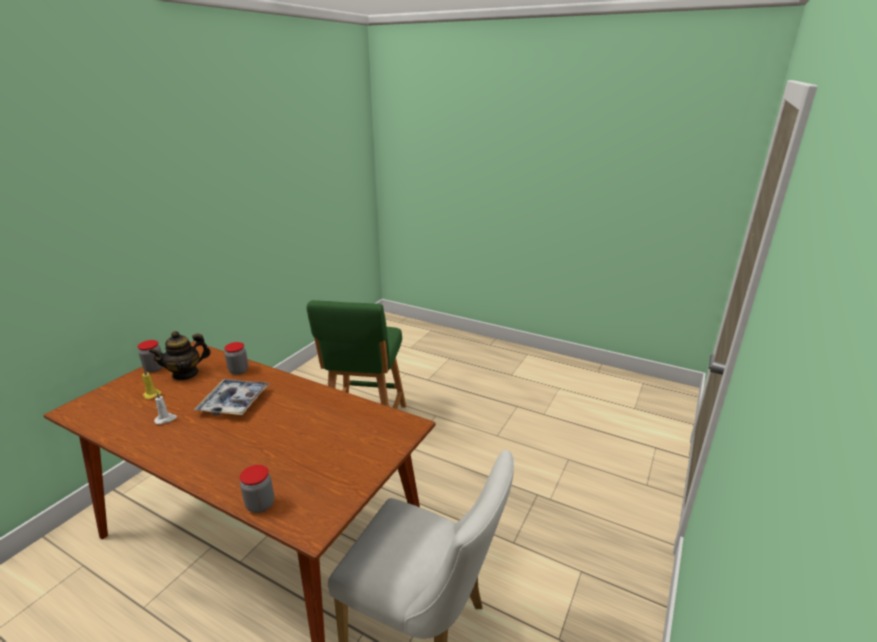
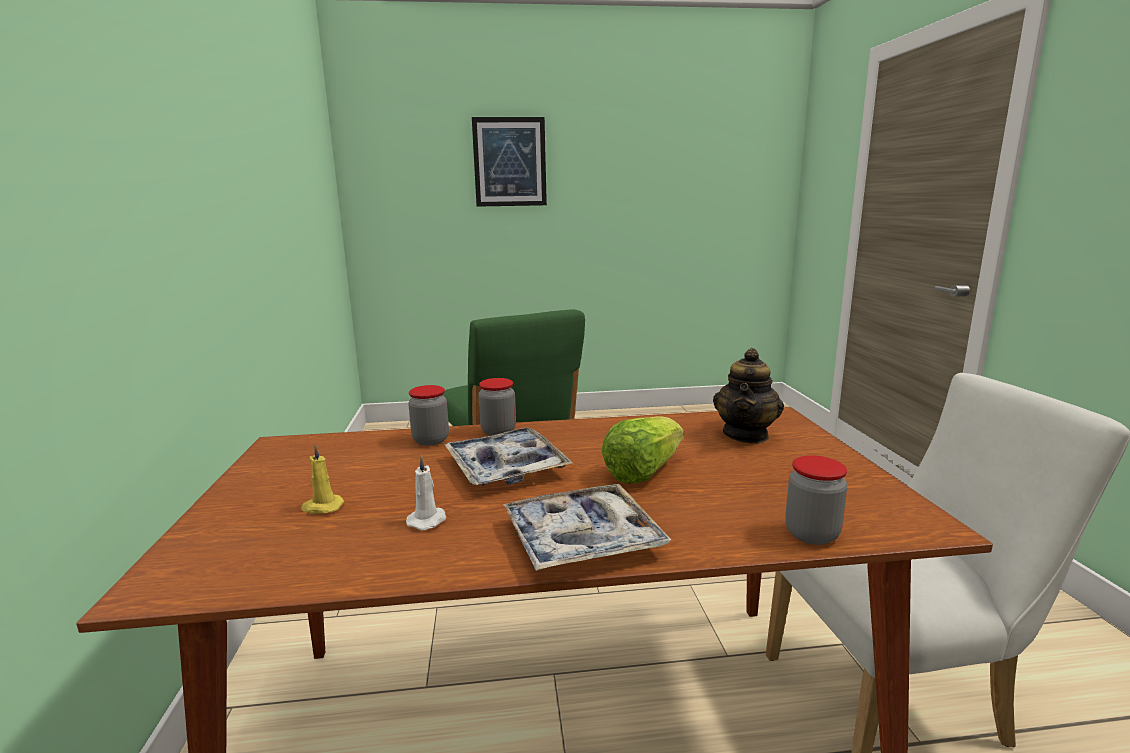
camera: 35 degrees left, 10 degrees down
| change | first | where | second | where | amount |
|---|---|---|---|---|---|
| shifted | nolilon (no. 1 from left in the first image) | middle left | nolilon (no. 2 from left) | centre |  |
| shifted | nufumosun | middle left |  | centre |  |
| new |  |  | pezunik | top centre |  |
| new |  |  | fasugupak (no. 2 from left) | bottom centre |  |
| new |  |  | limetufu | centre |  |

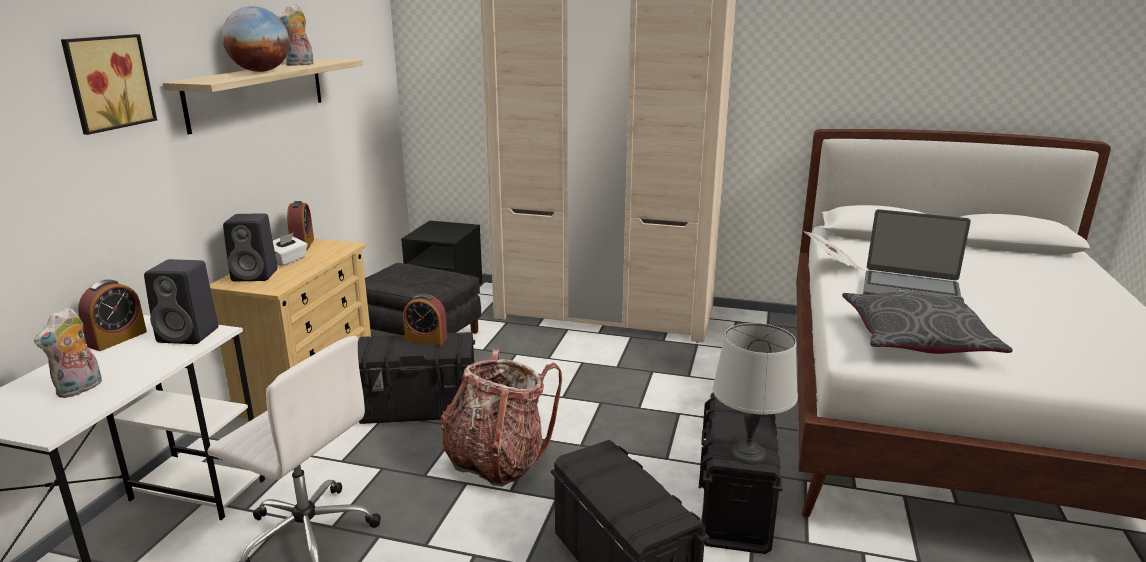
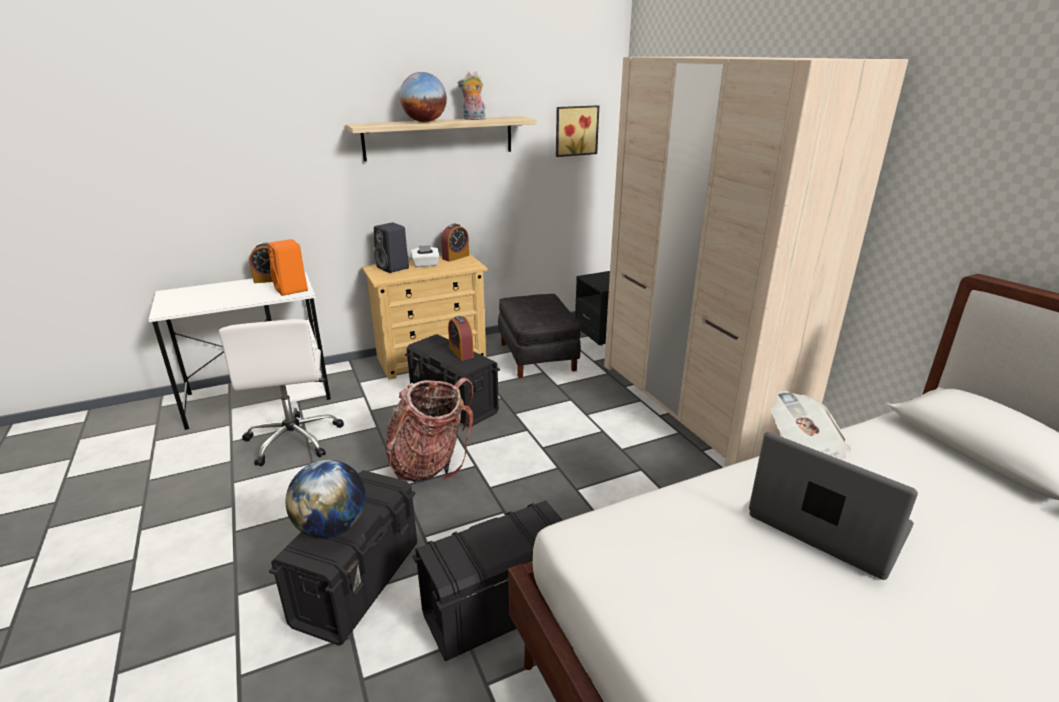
camera: 50 degrees right, 5 degrees up
| change | first | where | second | where | amount |
|---|---|---|---|---|---|
| gone | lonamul (no. 1 from left) | middle left |  |  |  |
| shifted | pezunik | top left |  | top centre |  |
| repainted | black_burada (no. 1 from left) | middle left | orange_burada | middle left |  |
| gone | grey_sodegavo | bottom centre |  |  |  |
| gone | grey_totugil | middle right |  |  |  |
| rotated | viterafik | middle right |  | bottom right | 150 degrees clockwise |
| new |  |  | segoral (no. 1 from left) | bottom left |  |

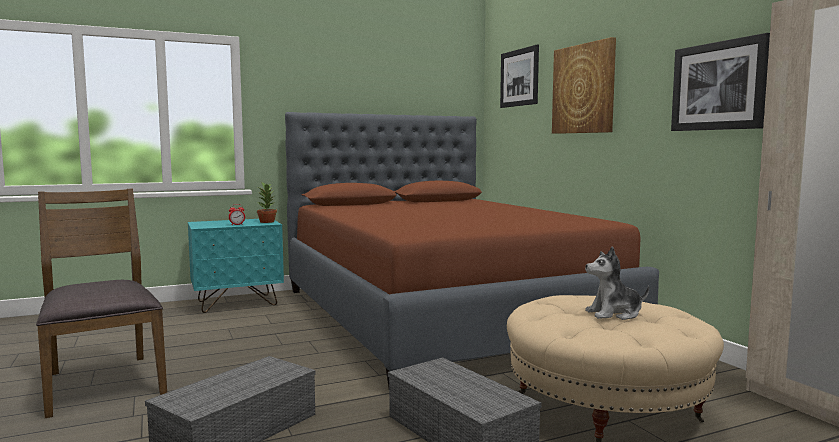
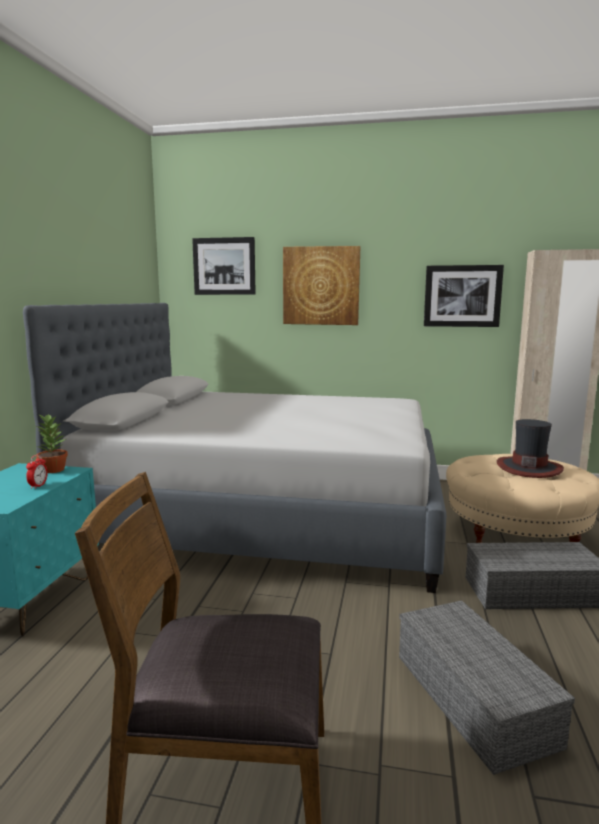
camera: 55 degrees left, 5 degrees up
| change | first | where | second | where | amount |
|---|---|---|---|---|---|
| repainted | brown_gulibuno | centre | grey_gulibuno | centre |  |
| swapped | lonamul | middle right | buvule | middle right |  |

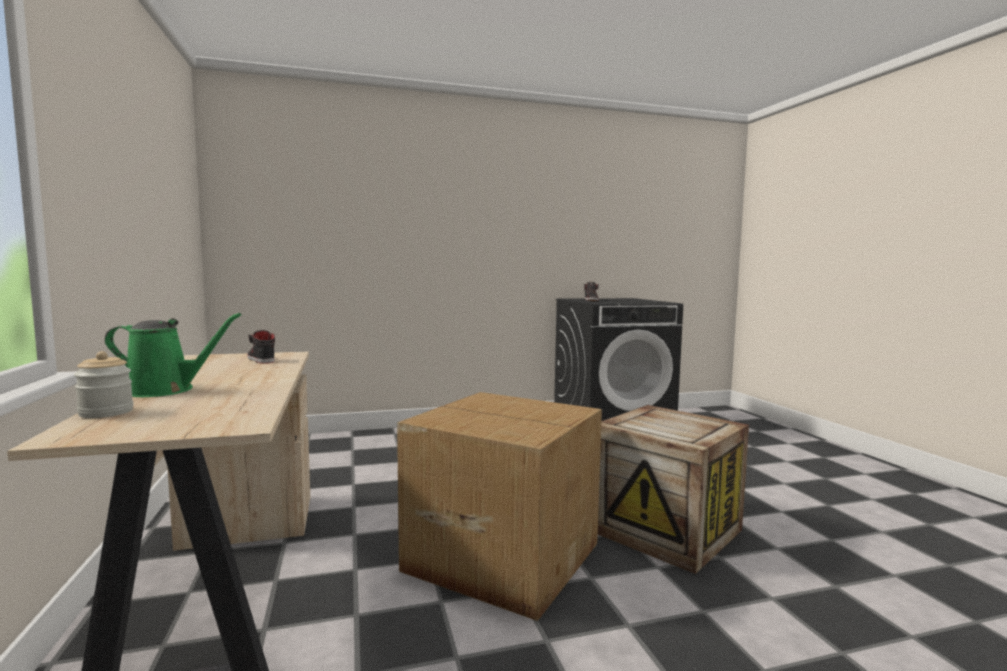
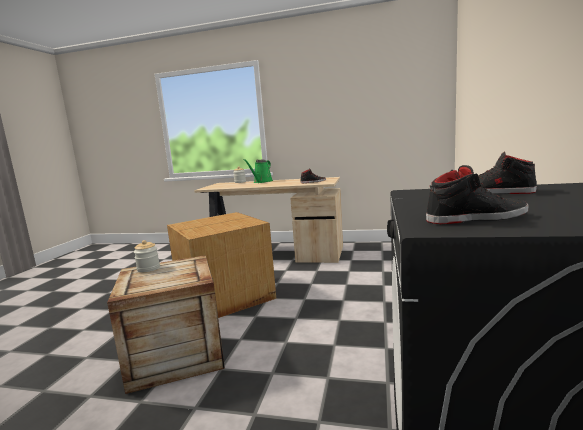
camera: 120 degrees right, 5 degrees up
| change | first | where | second | where | amount |
|---|---|---|---|---|---|
| new |  |  | nolilon (no. 1 from left) | middle left |  |
| new |  |  | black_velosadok (no. 2 from left) | middle right |  |

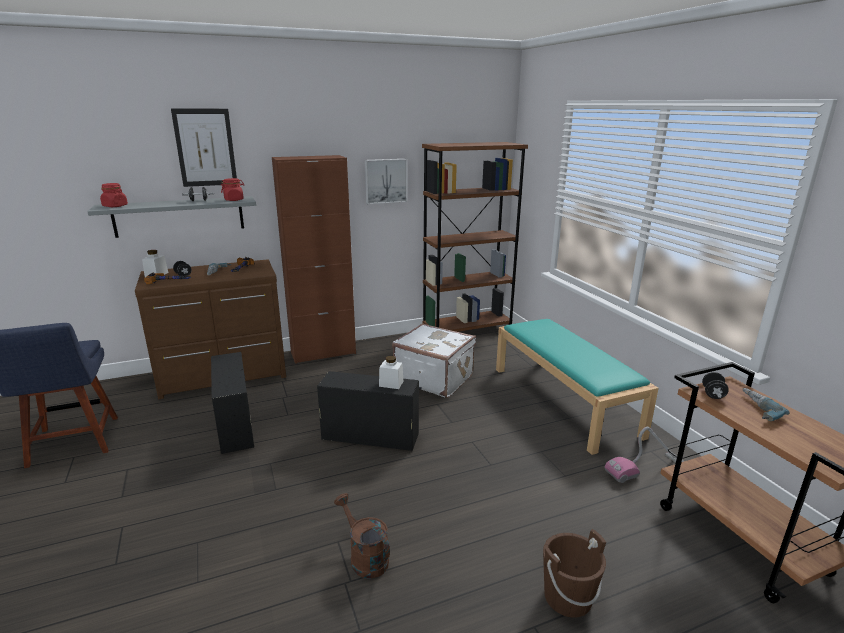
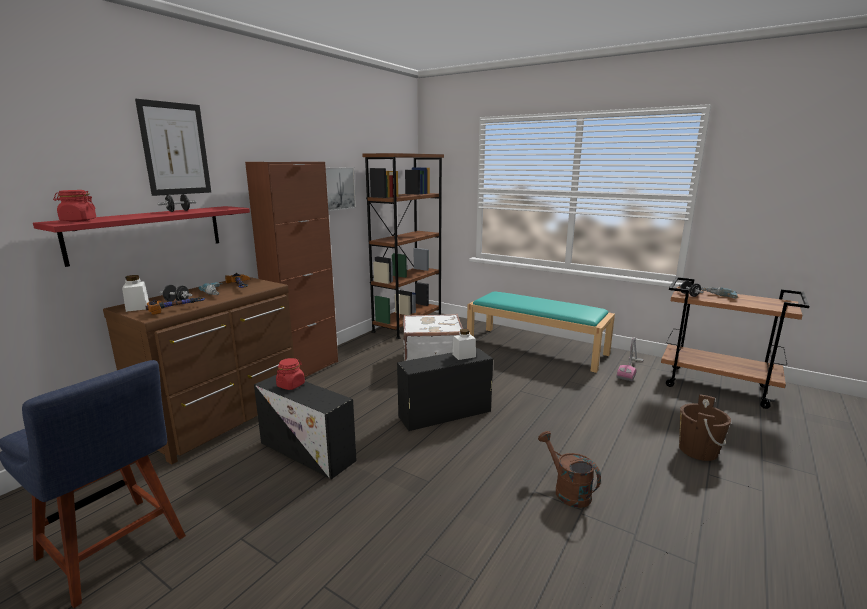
camera: 35 degrees left, 5 degrees down
| change | first | where | second | where | amount |
|---|---|---|---|---|---|
| repainted | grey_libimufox | middle left | red_libimufox | middle left |  |
| shifted | red_nolilon (no. 2 from left) | top left |  | centre |  |
| rotated | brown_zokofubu | bottom centre |  | bottom centre | 45 degrees clockwise |

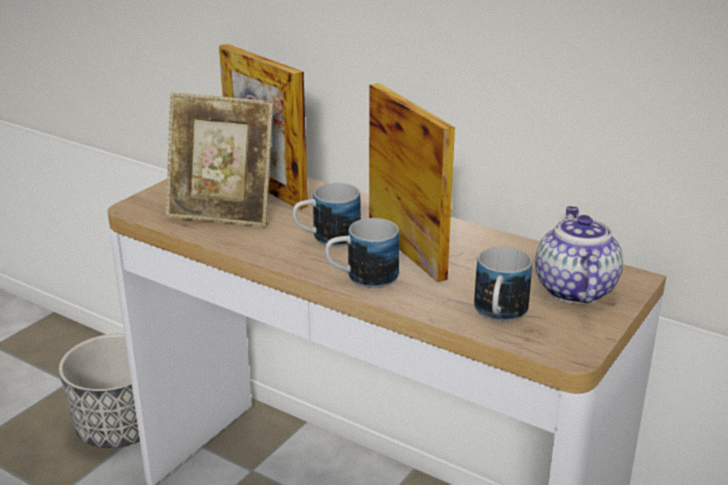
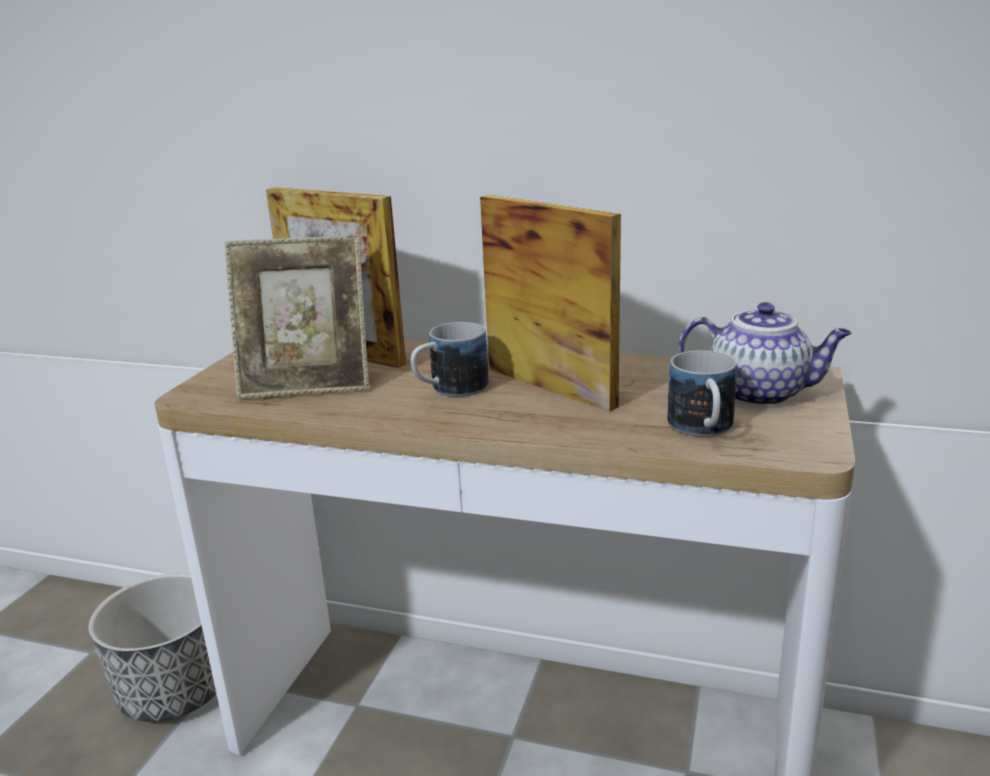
camera: 15 degrees left, 5 degrees down
| change | first | where | second | where | amount |
|---|---|---|---|---|---|
| gone | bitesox (no. 2 from left) | centre |  |  |  |
| rotated | nufumosun | middle right |  | middle right | 120 degrees clockwise |

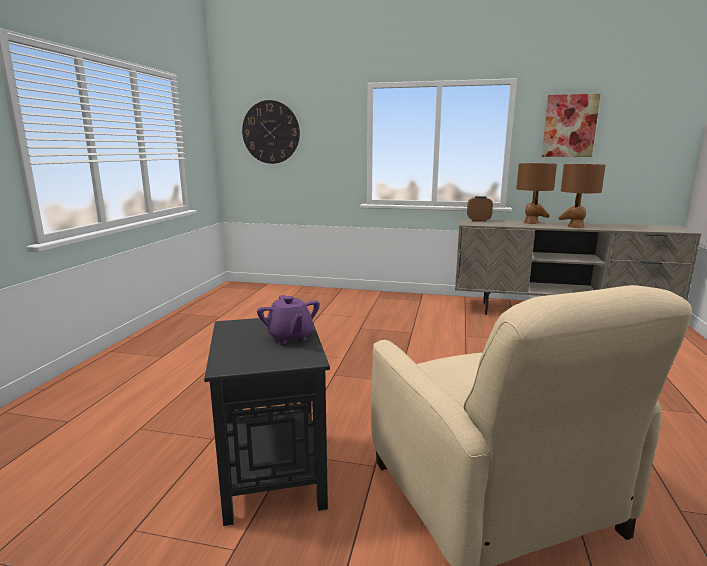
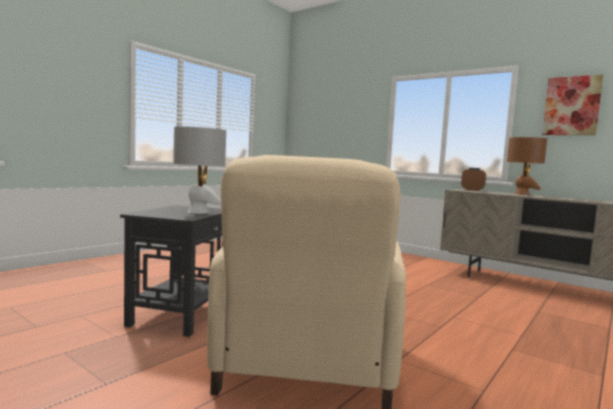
camera: 25 degrees right, 10 degrees down
| change | first | where | second | where | amount |
|---|---|---|---|---|---|
| gone | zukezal | top centre |  |  |  |
| swapped | purple_nufumosun | centre | grey_sodegavo | middle left |  |
| gone | brown_sodegavo (no. 2 from left) | middle right |  |  |  |

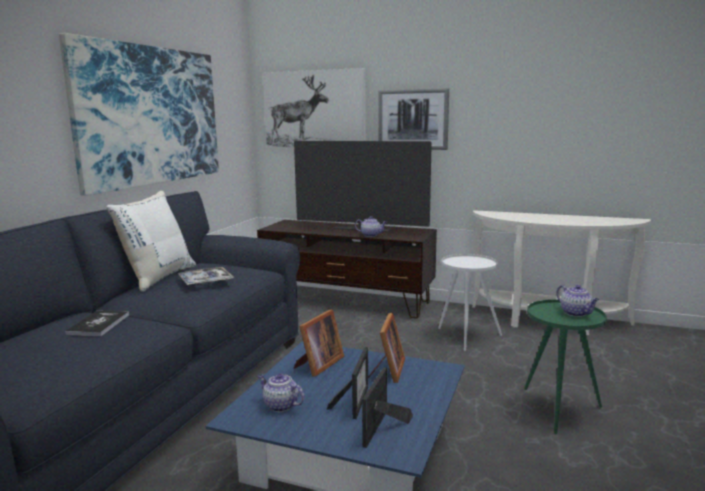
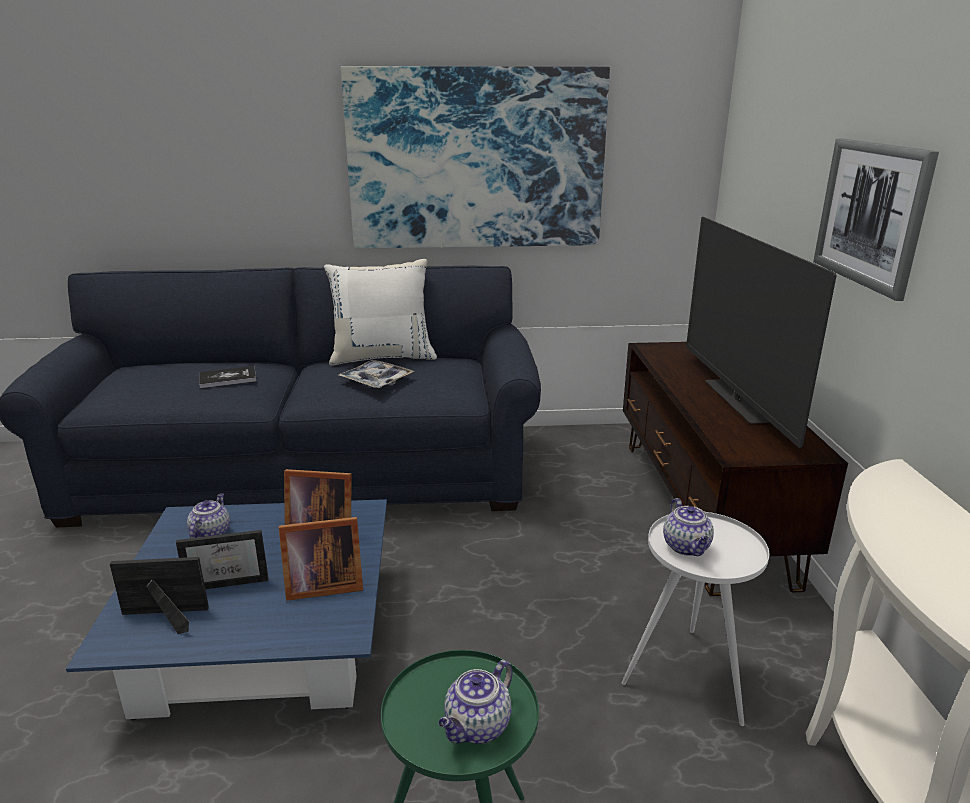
camera: 65 degrees right, 10 degrees up
| change | first | where | second | where | amount |
|---|---|---|---|---|---|
| gone | pezunik (no. 2 from left) | top centre |  |  |  |
| shifted | nufumosun (no. 2 from left in the first image) | centre | nufumosun (no. 3 from left) | middle right |  |

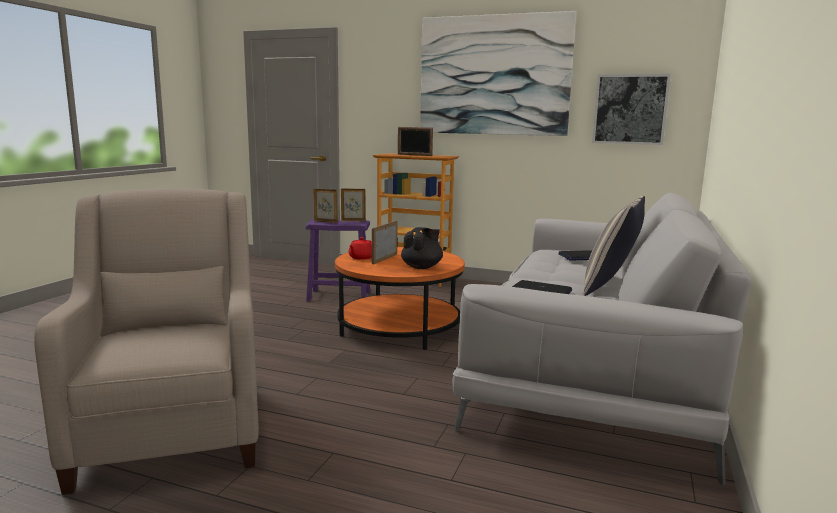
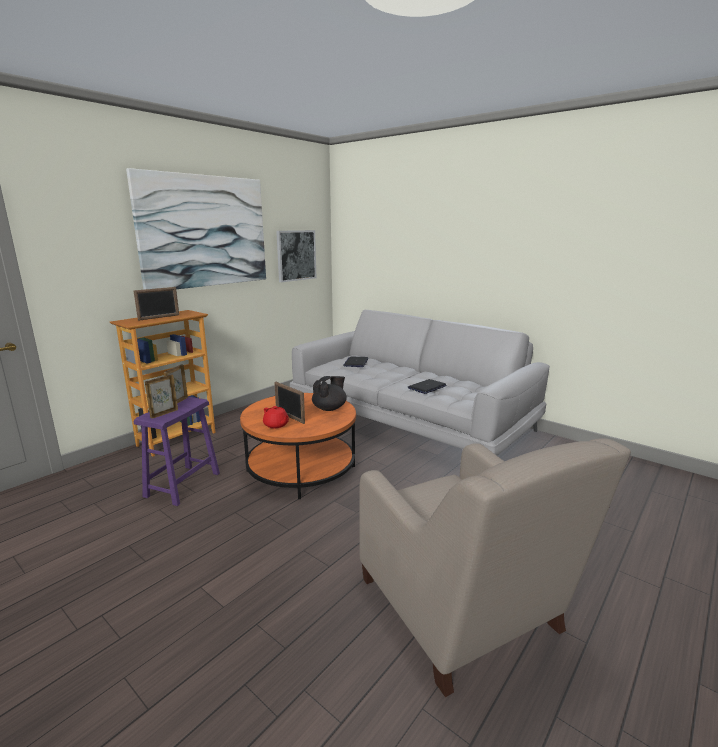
camera: 70 degrees left, 5 degrees up
| change | first | where | second | where | amount |
|---|---|---|---|---|---|
| rotated | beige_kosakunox | bottom left |  | bottom right | 120 degrees counterclockwise |
| rotated | black_nufumosun | centre |  | centre | 75 degrees clockwise |
| gone | totugil | middle right |  |  |  |

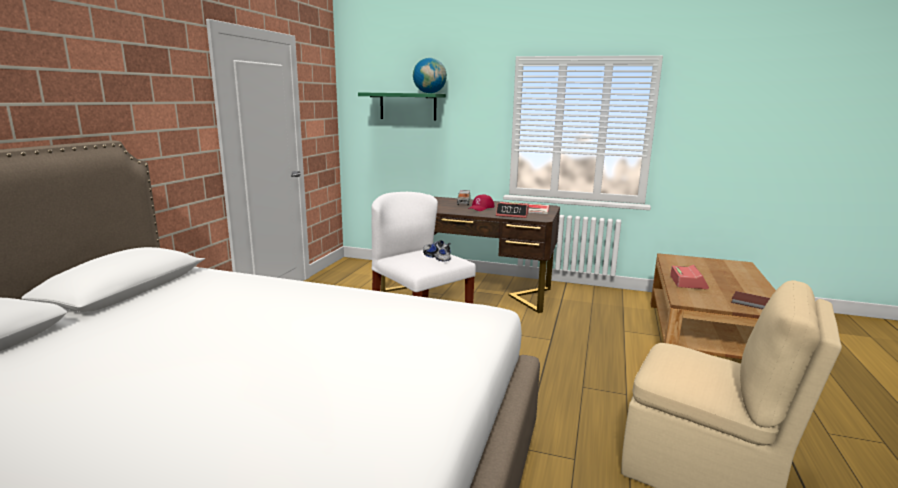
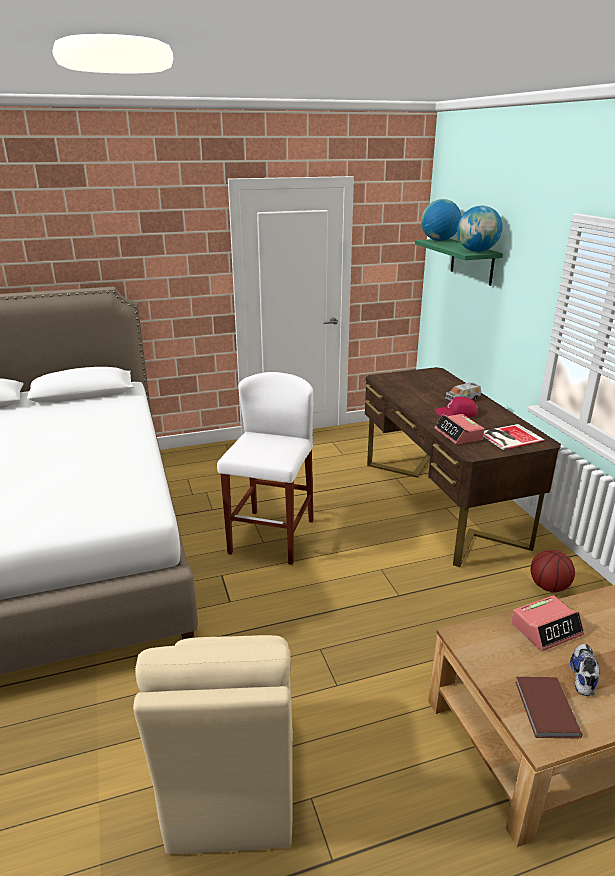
camera: 55 degrees right, 10 degrees up
| change | first | where | second | where | amount |
|---|---|---|---|---|---|
| shifted | velosadok | centre |  | bottom right |  |
| new |  |  | segoral (no. 1 from left) | top right |  |
| new |  |  | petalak | middle right |  |

